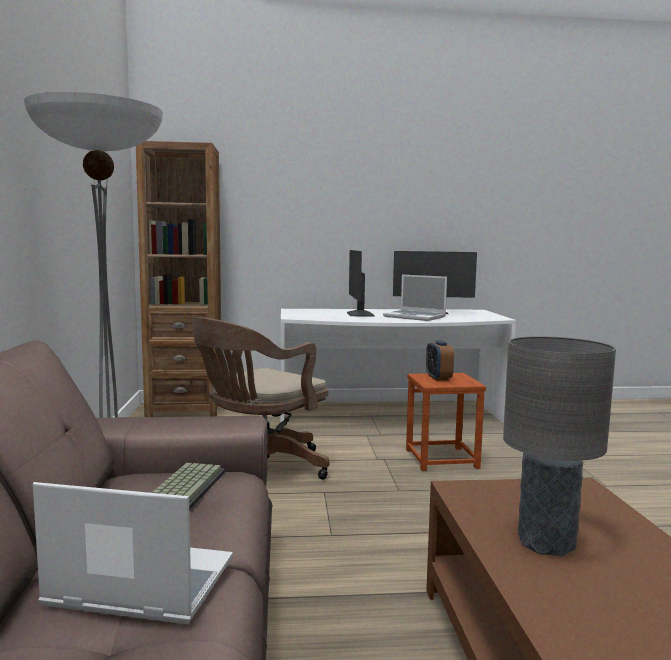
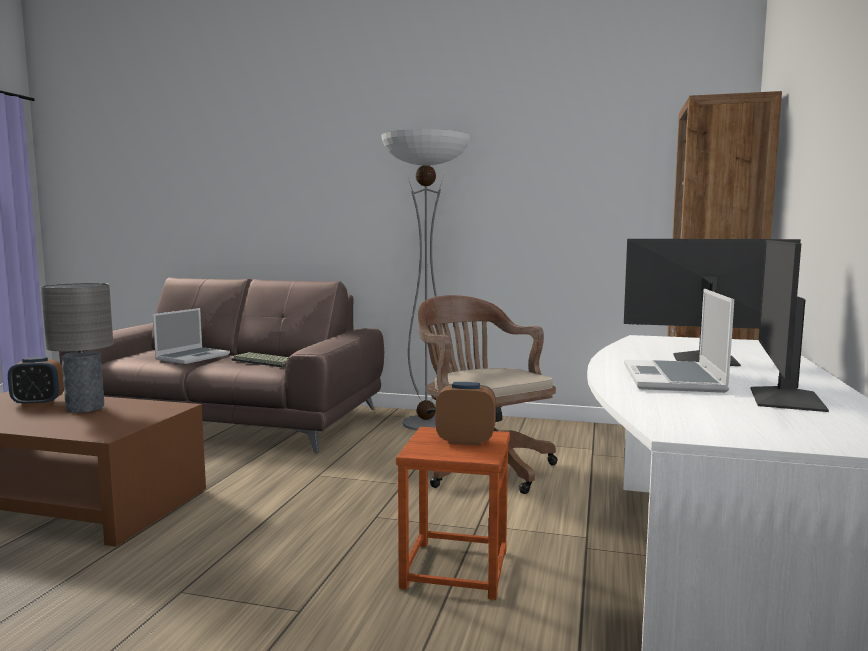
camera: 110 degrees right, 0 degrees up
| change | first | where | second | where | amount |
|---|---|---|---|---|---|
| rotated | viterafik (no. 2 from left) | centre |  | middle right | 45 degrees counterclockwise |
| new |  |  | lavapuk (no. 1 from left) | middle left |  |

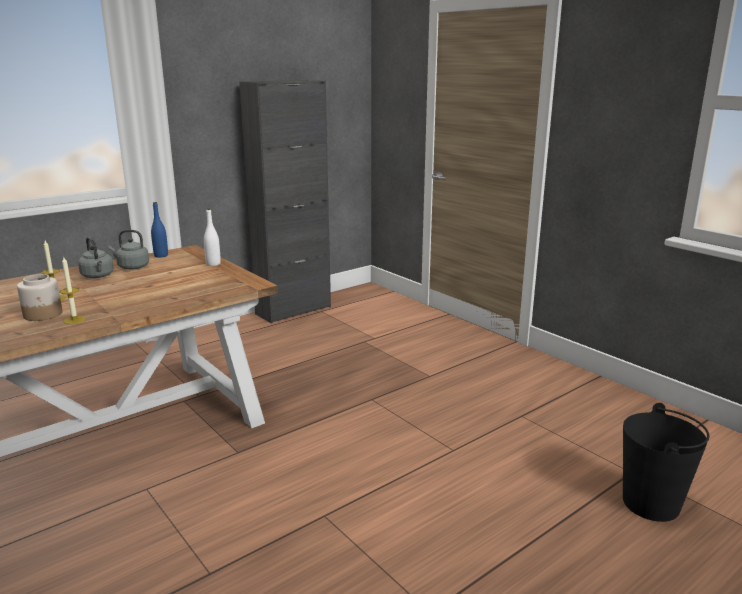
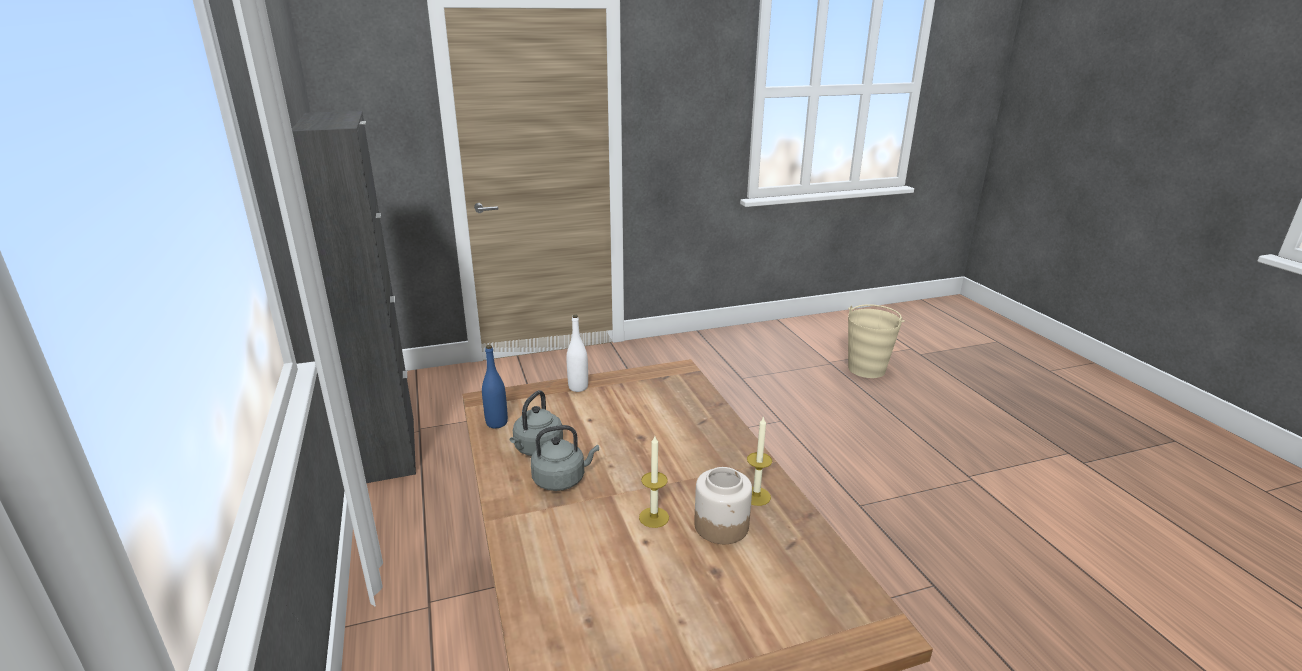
camera: 70 degrees left, 5 degrees up
| change | first | where | second | where | amount |
|---|---|---|---|---|---|
| repainted | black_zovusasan | bottom right | beige_zovusasan | middle right |  |

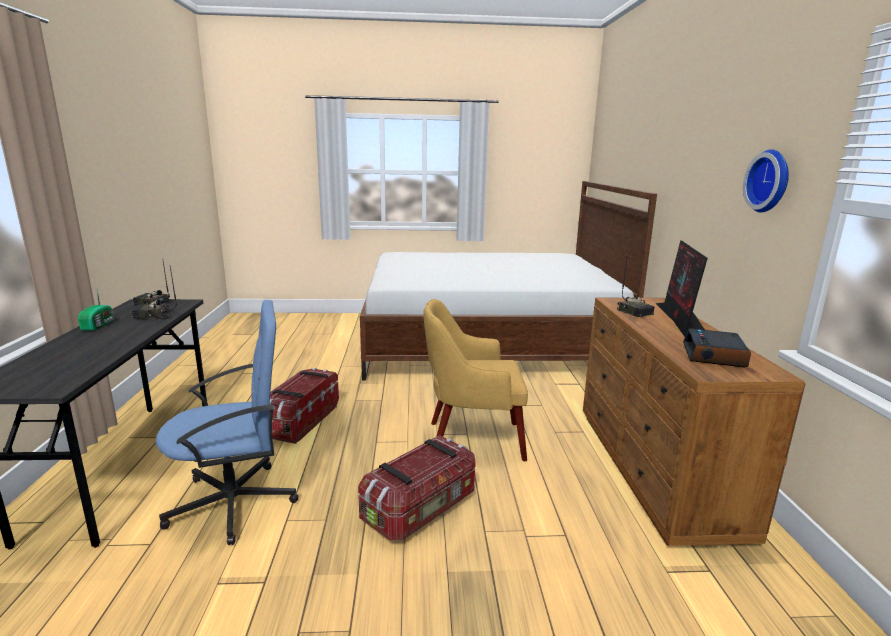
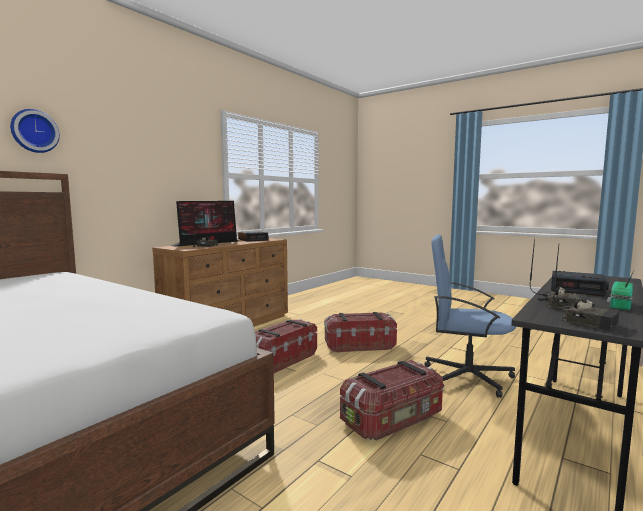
camera: 140 degrees left, 10 degrees down
| change | first | where | second | where | amount |
|---|---|---|---|---|---|
| swapped | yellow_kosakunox | centre | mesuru (no. 1 from left) | bottom centre |  |
| shifted | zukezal | top right |  | top left |  |
| new |  |  | lavapuk (no. 2 from left) | middle right |  |

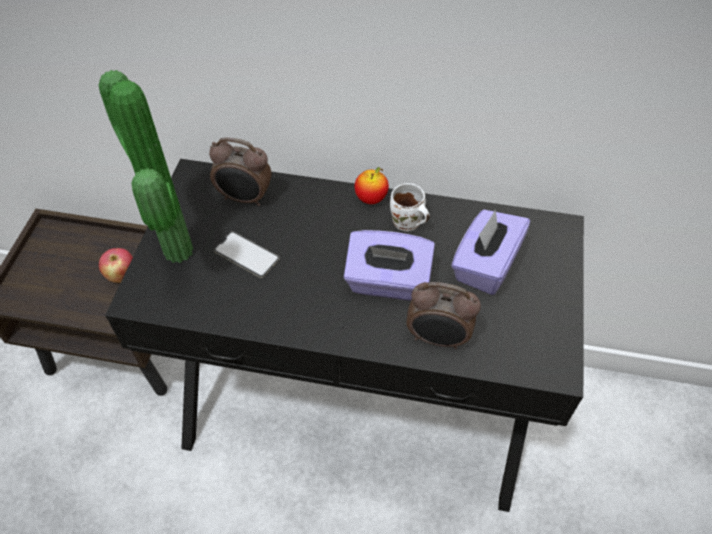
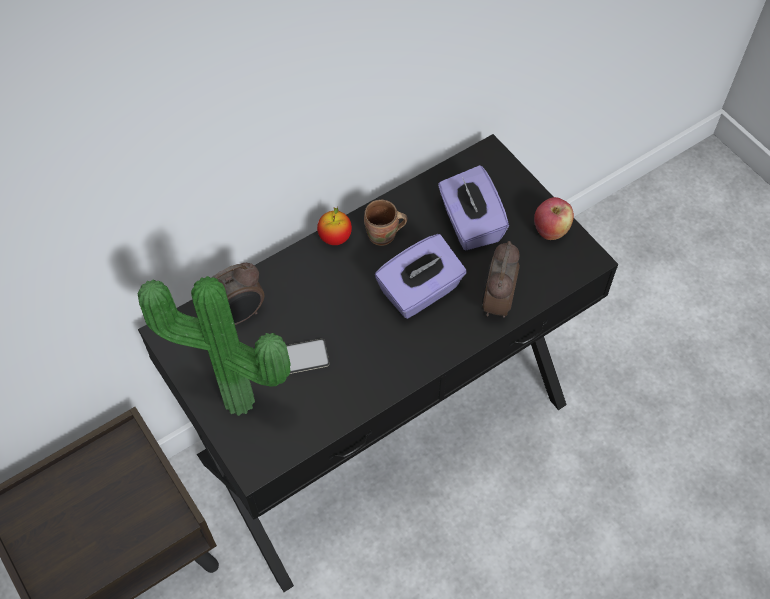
camera: 45 degrees left, 5 degrees up
| change | first | where | second | where | amount |
|---|---|---|---|---|---|
| shifted | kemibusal (no. 1 from left in the first image) | middle left | kemibusal (no. 2 from left) | middle right |  |
| repainted | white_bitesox | centre | brown_bitesox | centre |  |
| rotated | lavapuk (no. 2 from left) | centre |  | centre | 135 degrees clockwise |

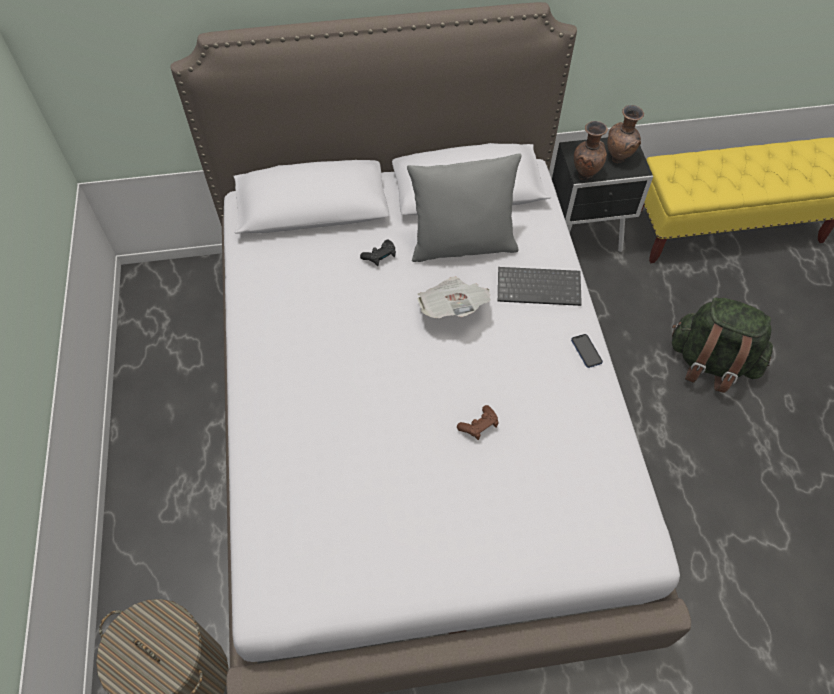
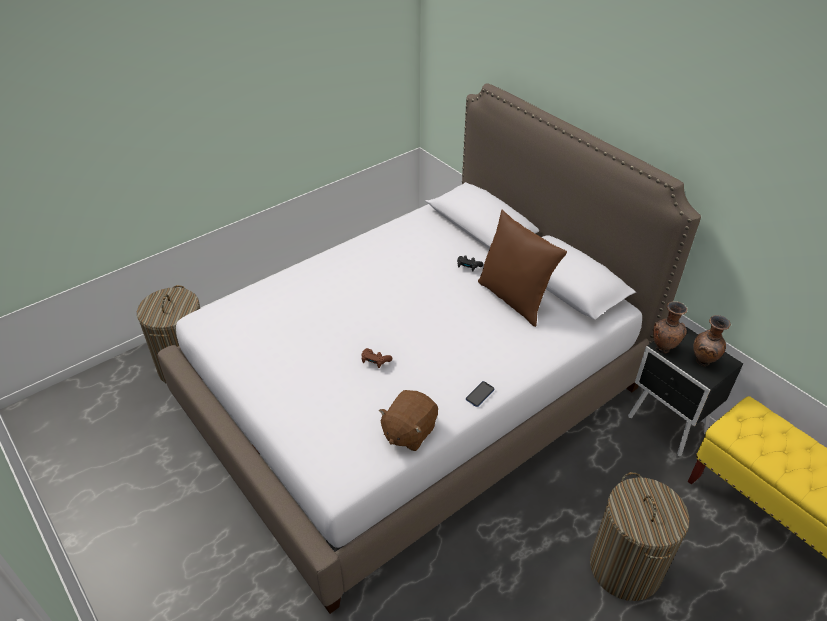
camera: 60 degrees right, 15 degrees down
| change | first | where | second | where | amount |
|---|---|---|---|---|---|
| repainted | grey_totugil | top centre | brown_totugil | centre |  |
| gone | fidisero | centre |  |  |  |
| gone | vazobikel | centre |  |  |  |
| swapped | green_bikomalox | middle right | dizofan (no. 2 from left) | bottom right |  |
| new |  |  | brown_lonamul | bottom centre |  |

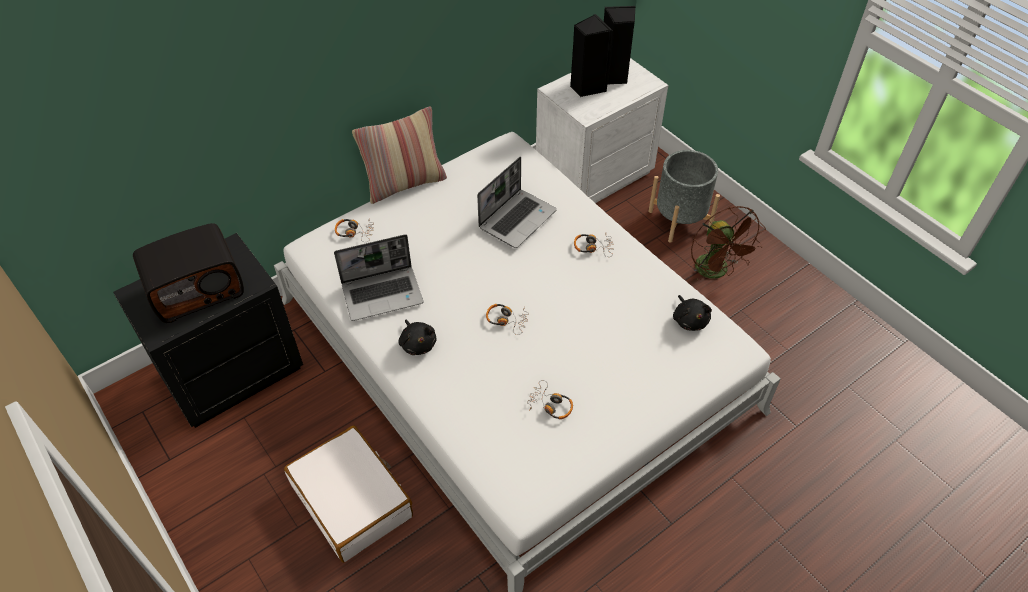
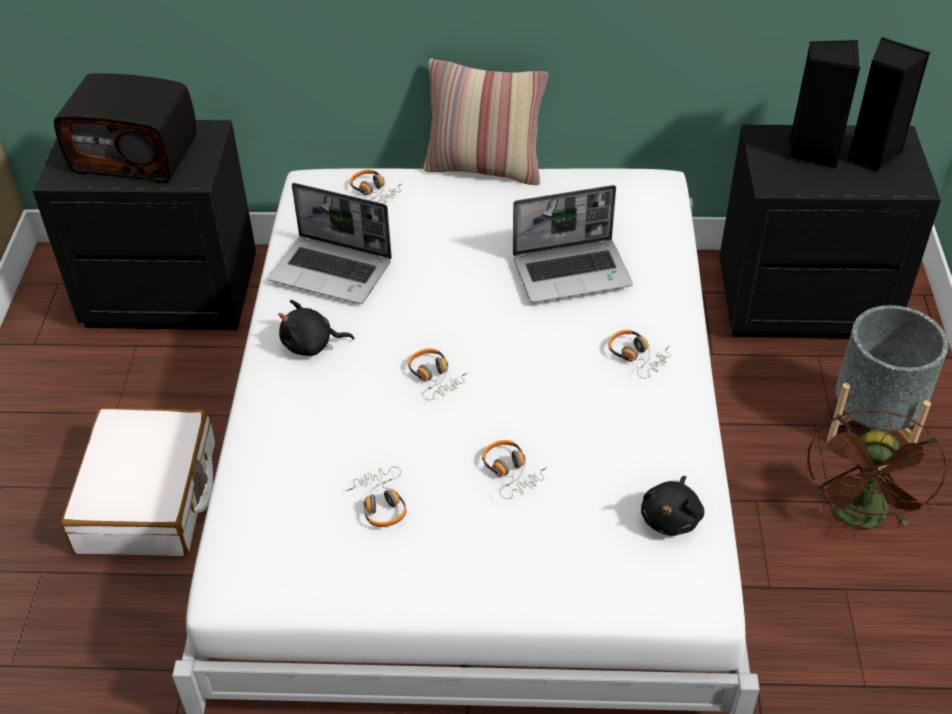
camera: 40 degrees right, 5 degrees down
| change | first | where | second | where | amount |
|---|---|---|---|---|---|
| rotated | black_lonamul (no. 1 from left) | centre |  | middle left | 75 degrees clockwise |
| repainted | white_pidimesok | top centre | black_pidimesok (no. 2 from left) | top right |  |
| new |  |  | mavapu (no. 4 from left) | centre |  |

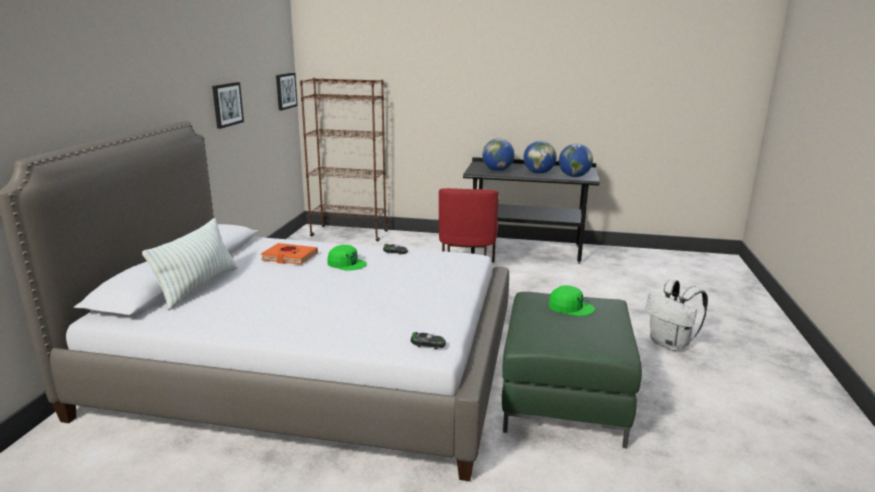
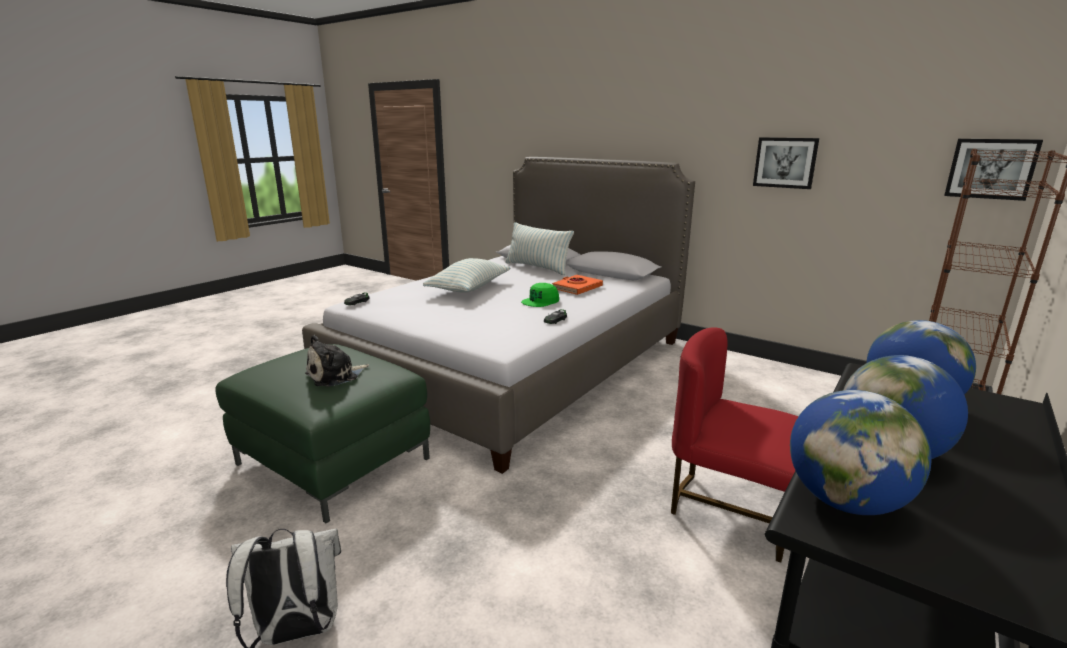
camera: 115 degrees right, 0 degrees up
| change | first | where | second | where | amount |
|---|---|---|---|---|---|
| swapped | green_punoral (no. 2 from left) | centre | lonamul | middle left |  |
| new |  |  | totugil (no. 1 from left) | centre |  |

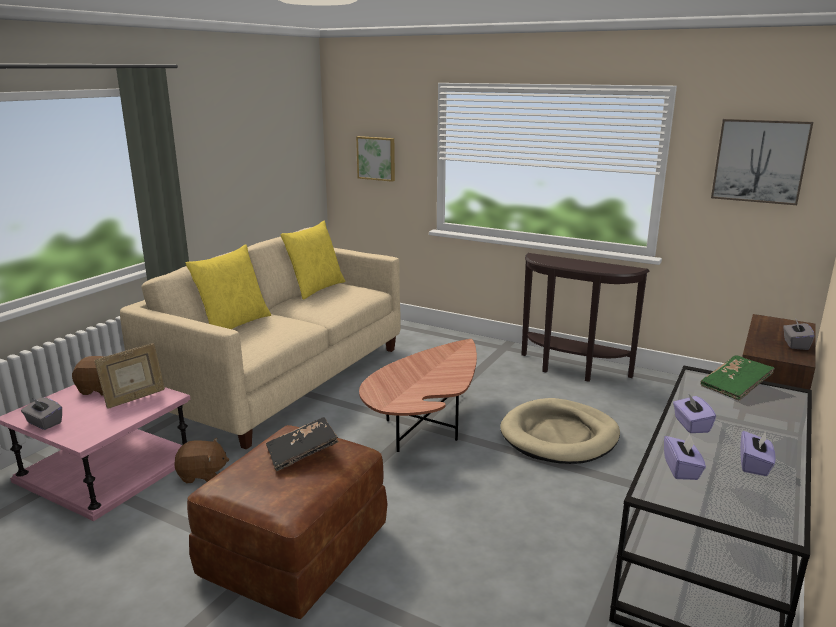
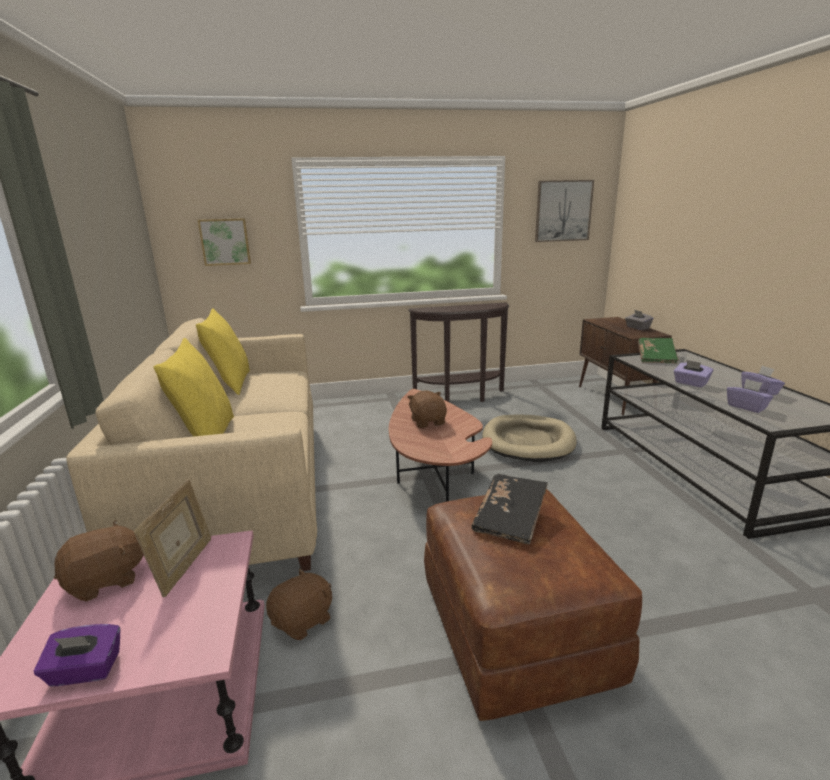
camera: 40 degrees left, 0 degrees up
| change | first | where | second | where | amount |
|---|---|---|---|---|---|
| repainted | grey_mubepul (no. 1 from left) | middle left | purple_mubepul (no. 1 from left) | bottom left |  |
| new |  |  | brown_lonamul (no. 3 from left) | centre |  |

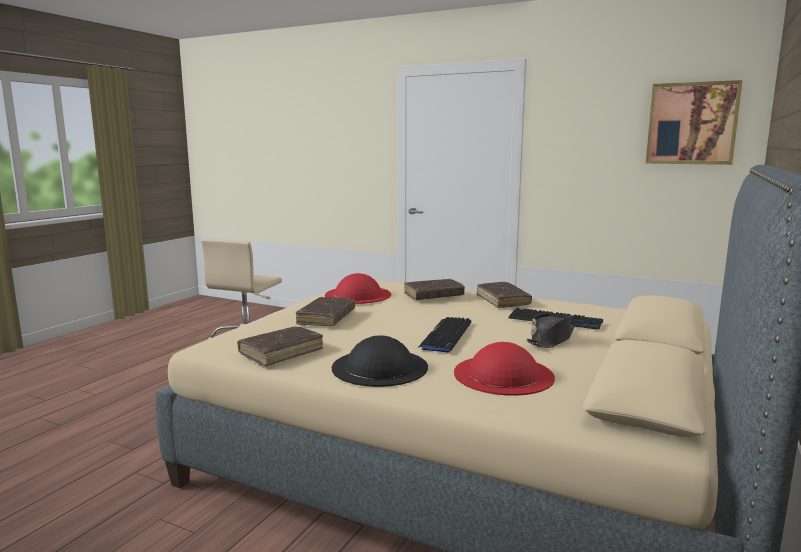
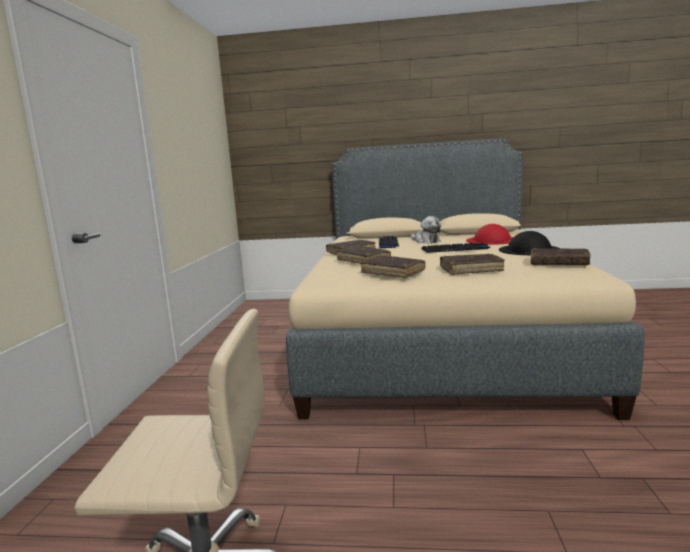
camera: 110 degrees left, 0 degrees up
| change | first | where | second | where | amount |
|---|---|---|---|---|---|
| swapped | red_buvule (no. 1 from left) | centre | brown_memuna (no. 3 from left) | centre |  |
| swapped | black_buvule (no. 2 from left) | middle right | lonamul | centre |  |
| gone | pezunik | top right |  |  |  |

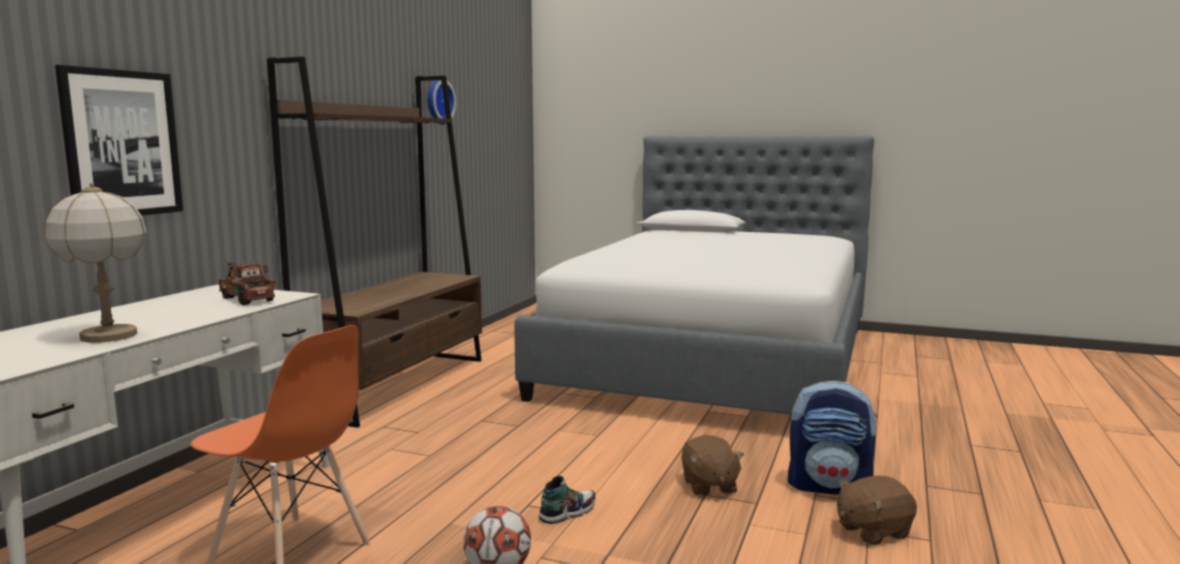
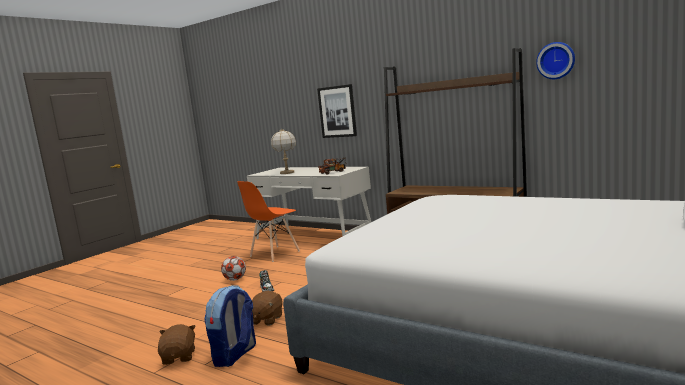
camera: 105 degrees right, 0 degrees up
| change | first | where | second | where | amount |
|---|---|---|---|---|---|
| rotated | brown_lonamul (no. 1 from left in the first image) | bottom centre | brown_lonamul (no. 2 from left) | bottom centre | 75 degrees counterclockwise |

